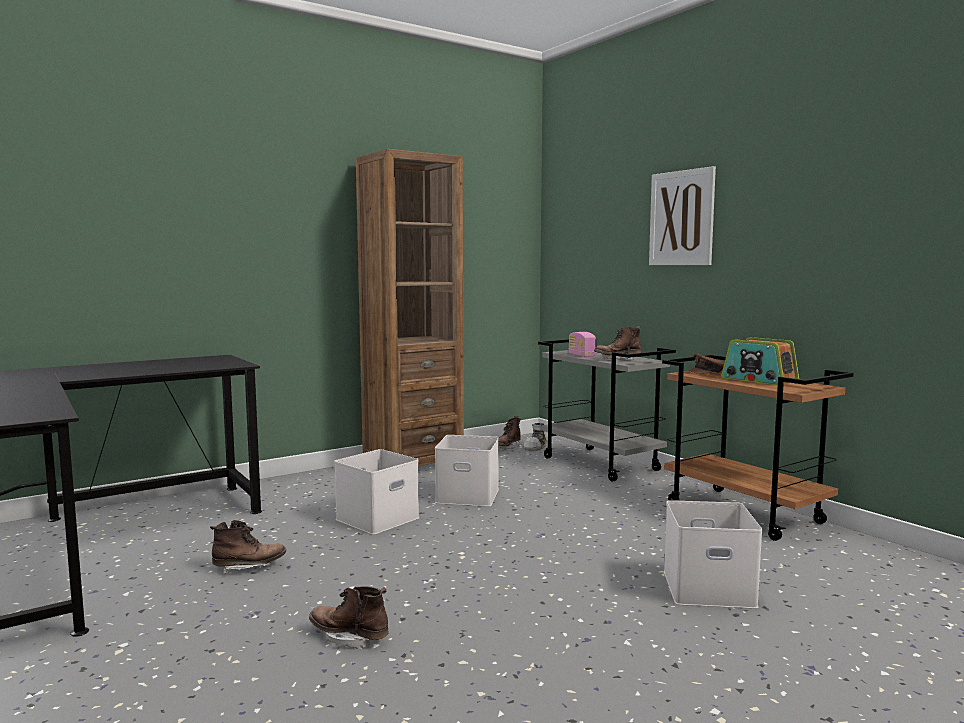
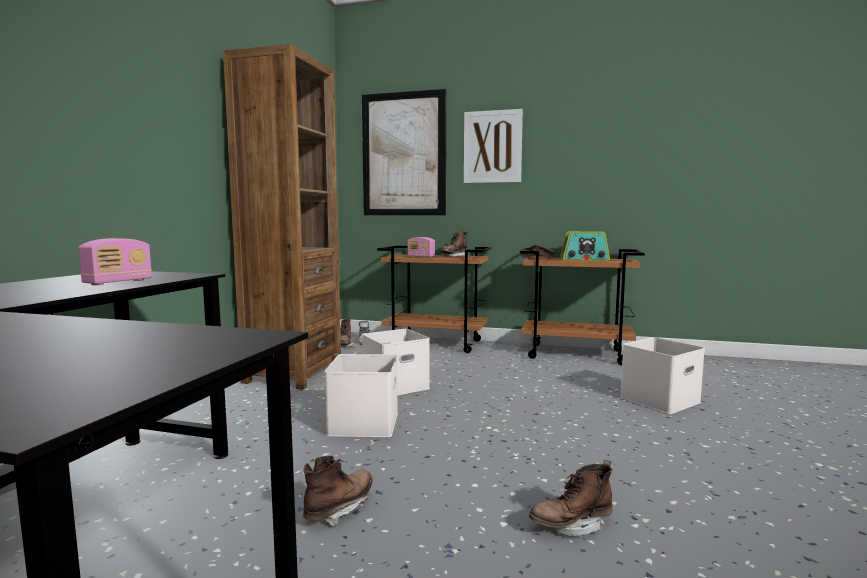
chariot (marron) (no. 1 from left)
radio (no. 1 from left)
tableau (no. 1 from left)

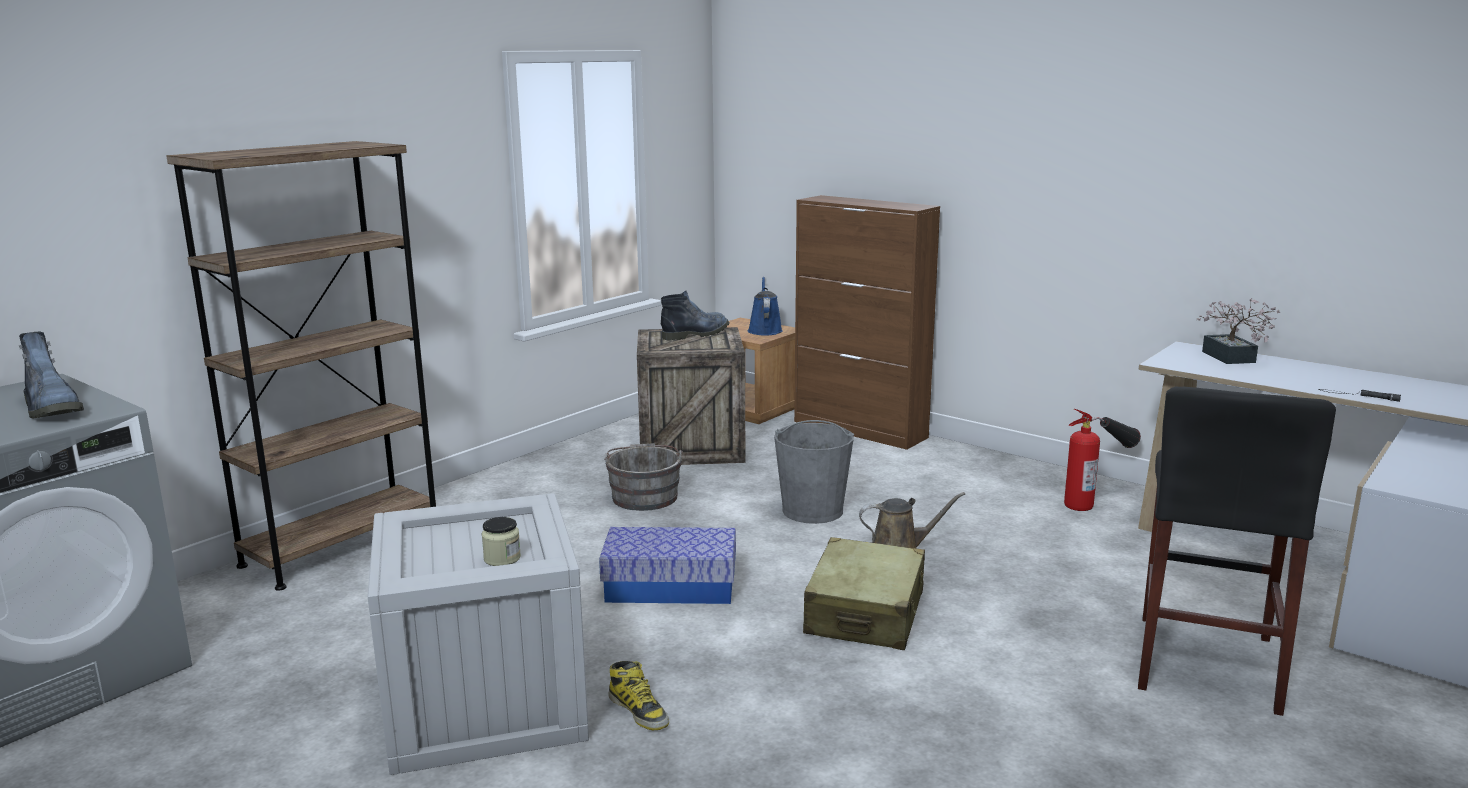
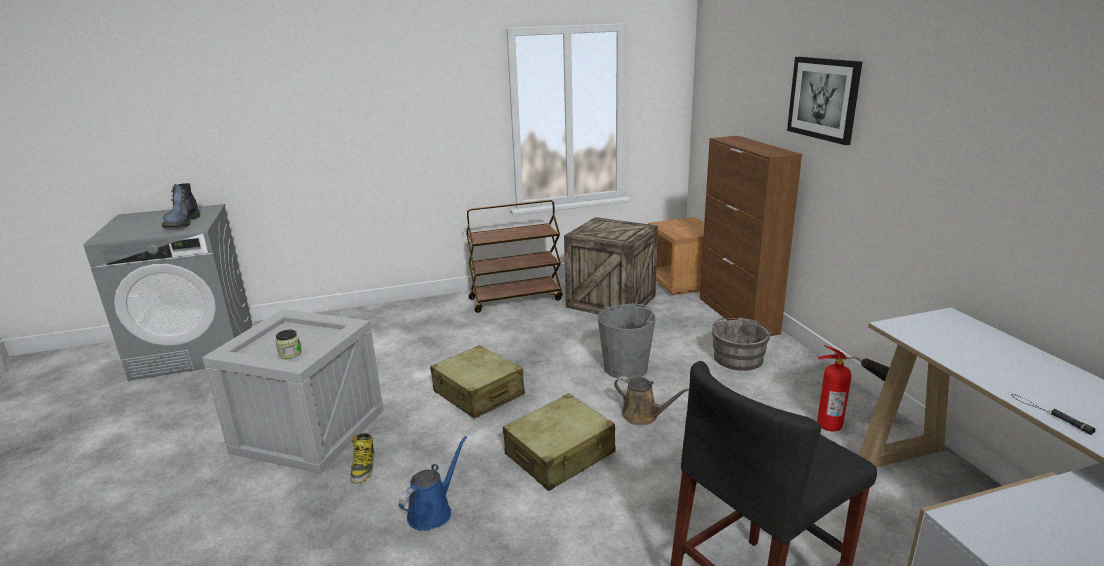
bibliothèque (marron)
valise (beige) (no. 1 from left)
seau (gris) (no. 2 from left)
botte (no. 3 from left in the first image)
arrosoir (bleu)
plante en pot
chariot (marron)
tableau

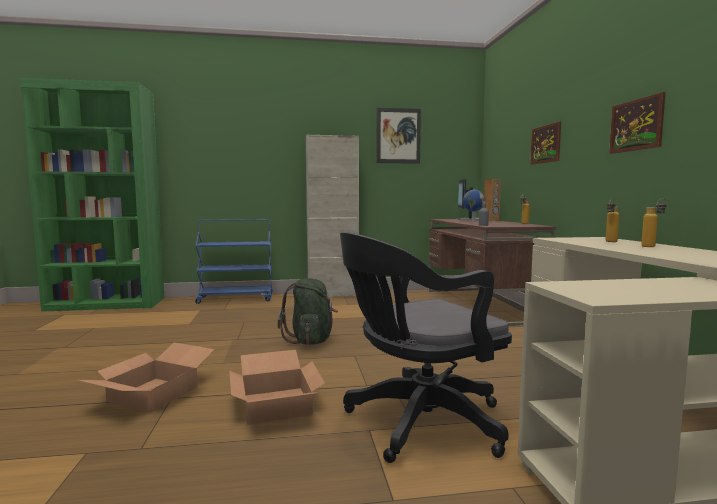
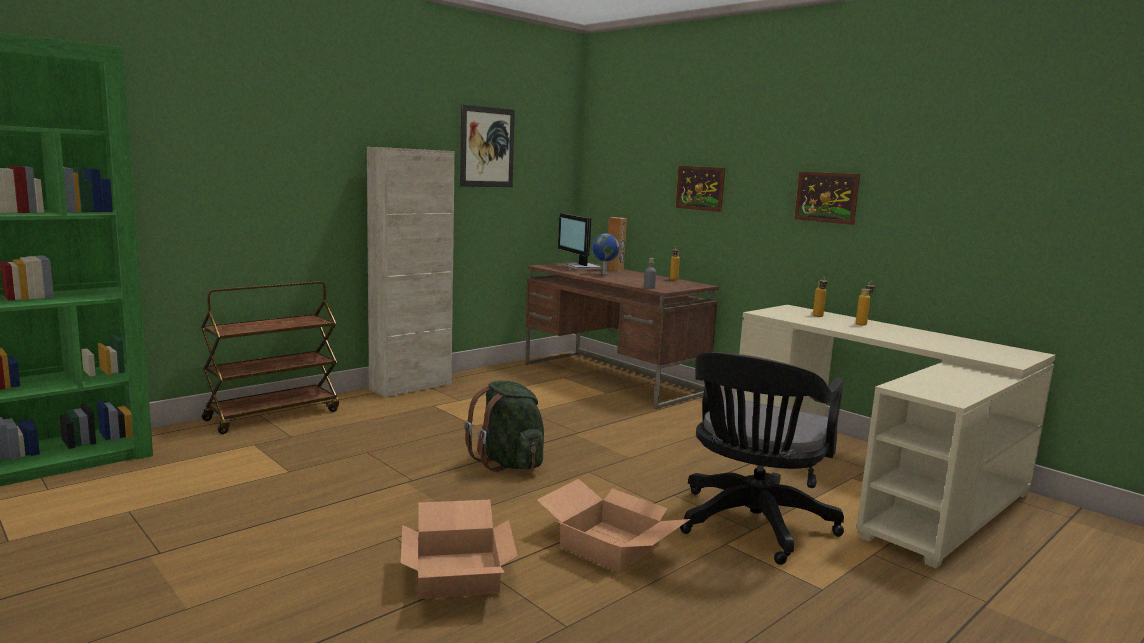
chariot (marron)

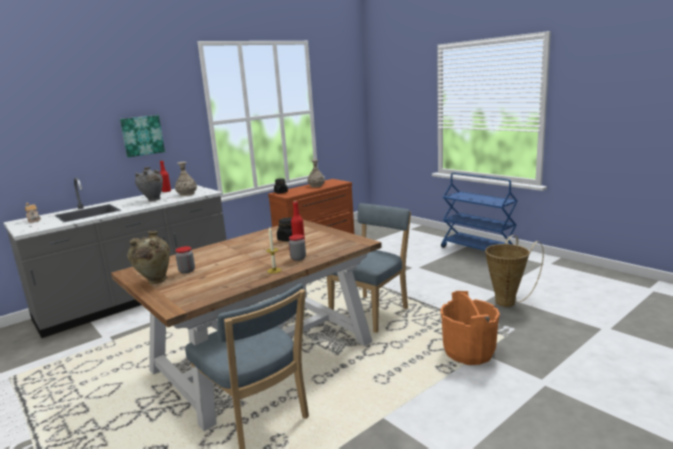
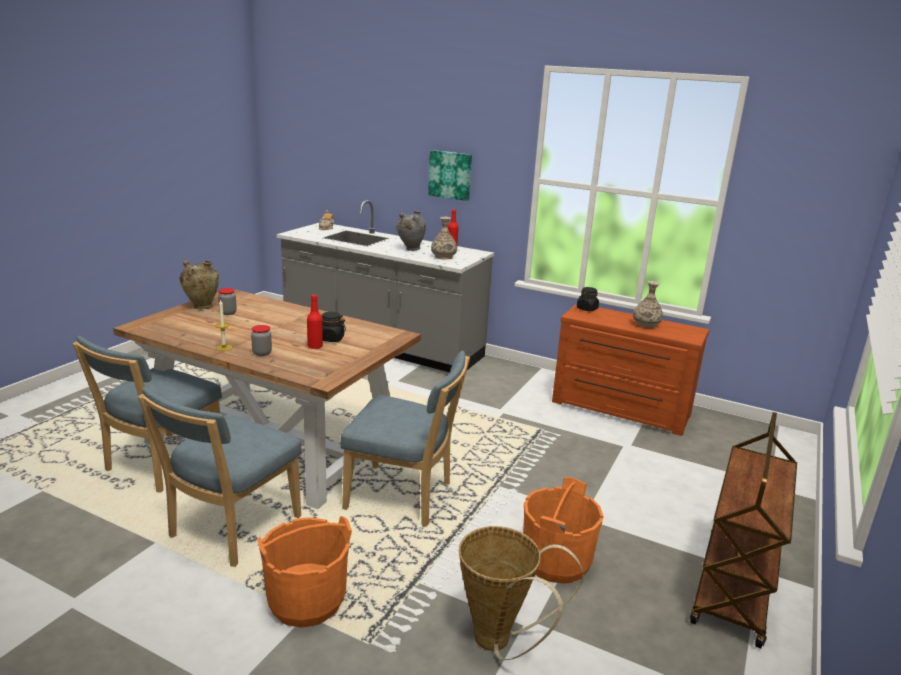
chariot (marron)
chaise (bleu) (no. 2 from left)
seau (orange) (no. 2 from left)

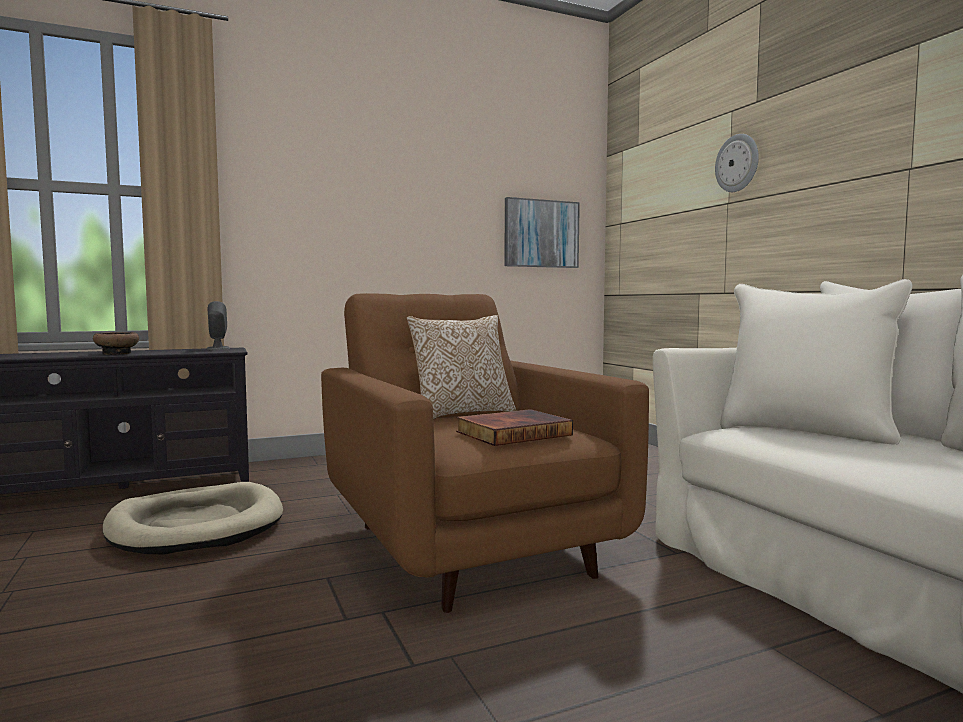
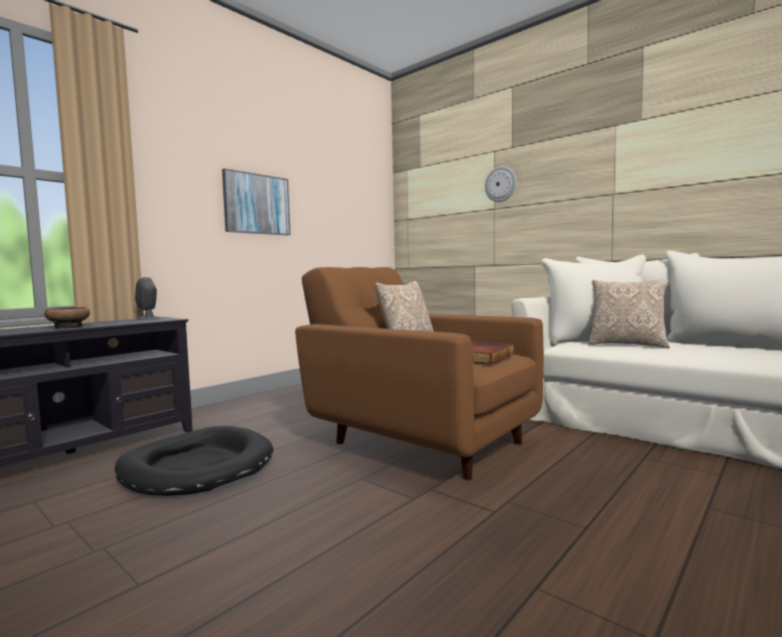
panier pour chien (noir)
tableau
coussin (no. 2 from left)

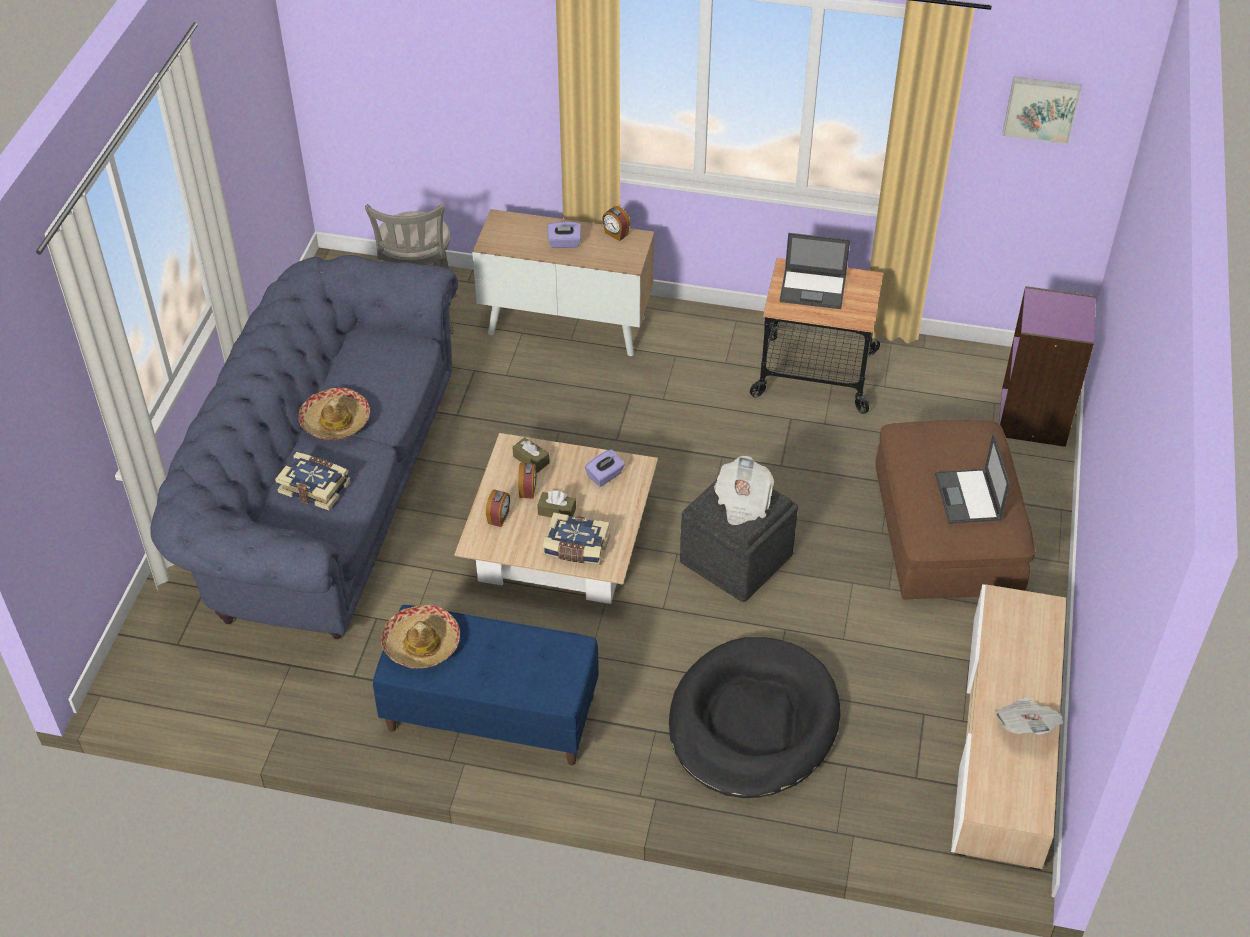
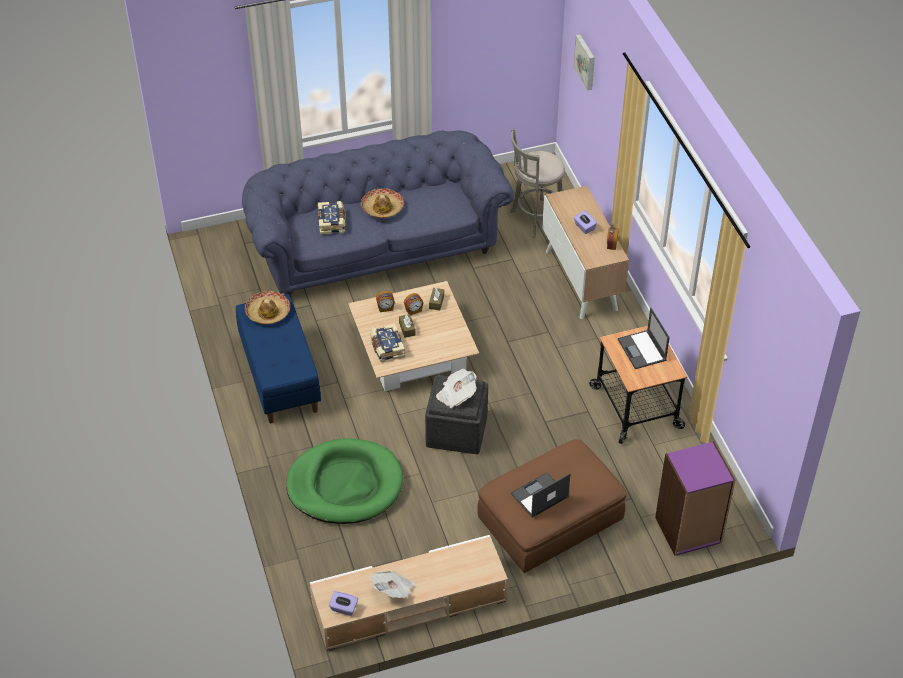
boîte à mouchoirs (violet) (no. 1 from left)
panier pour chien (vert)
tableau

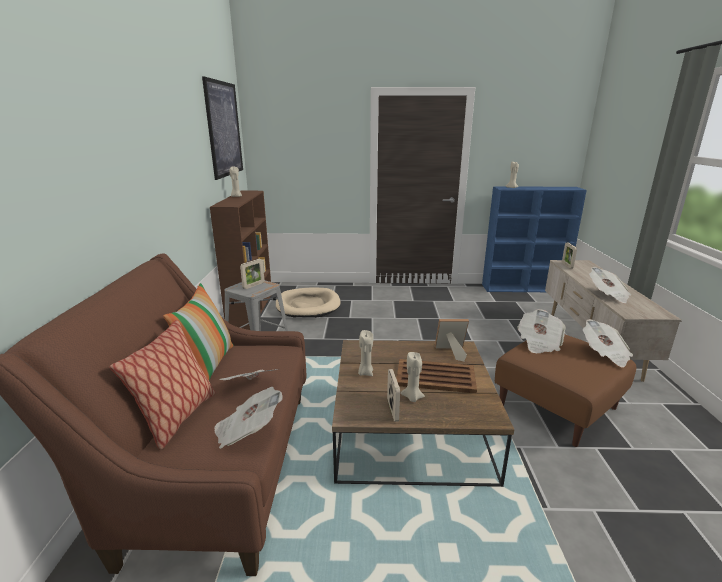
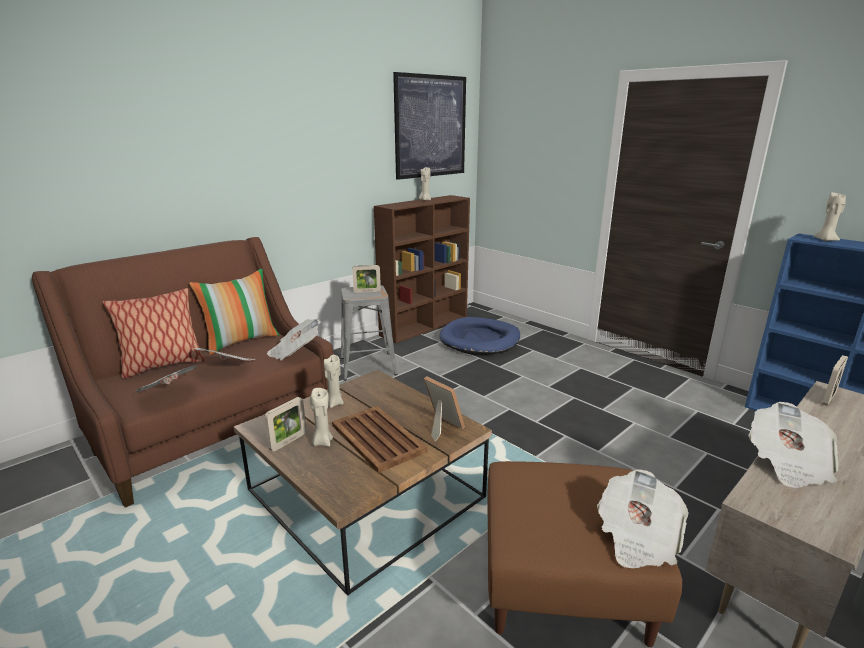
panier pour chien (bleu)
journal (no. 3 from left)

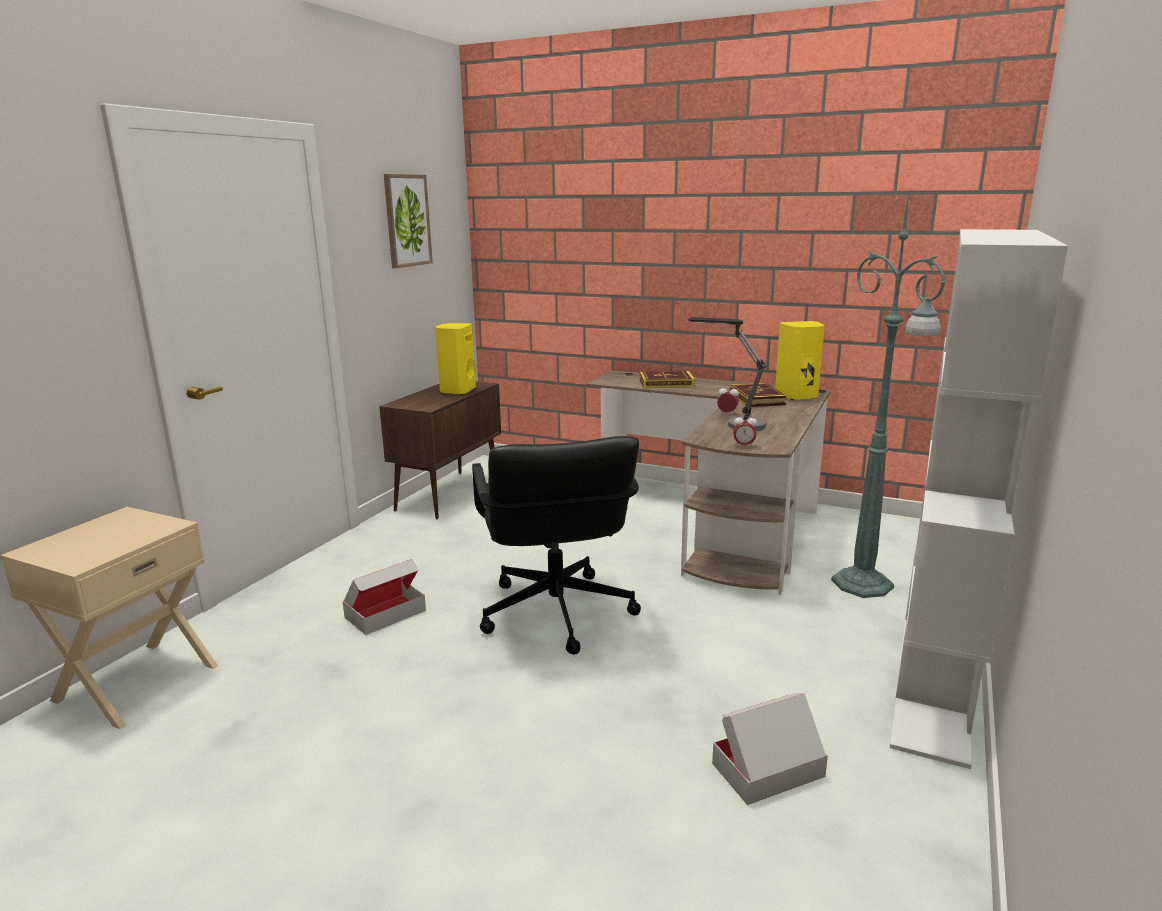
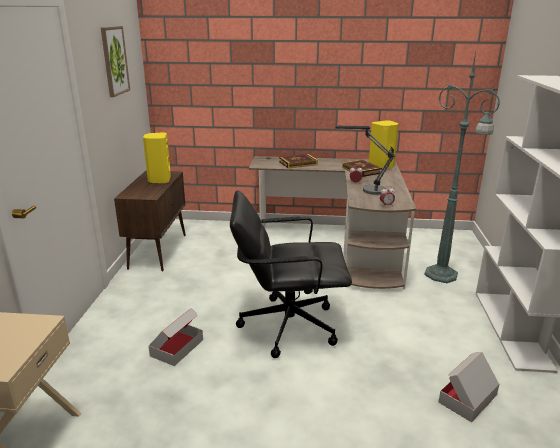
chaise de bureau (noir)

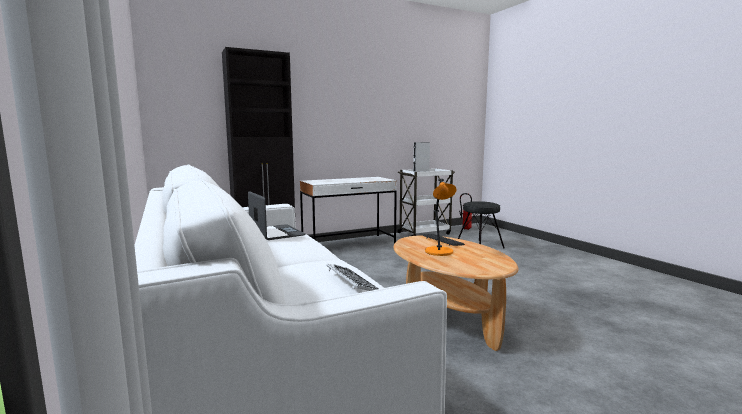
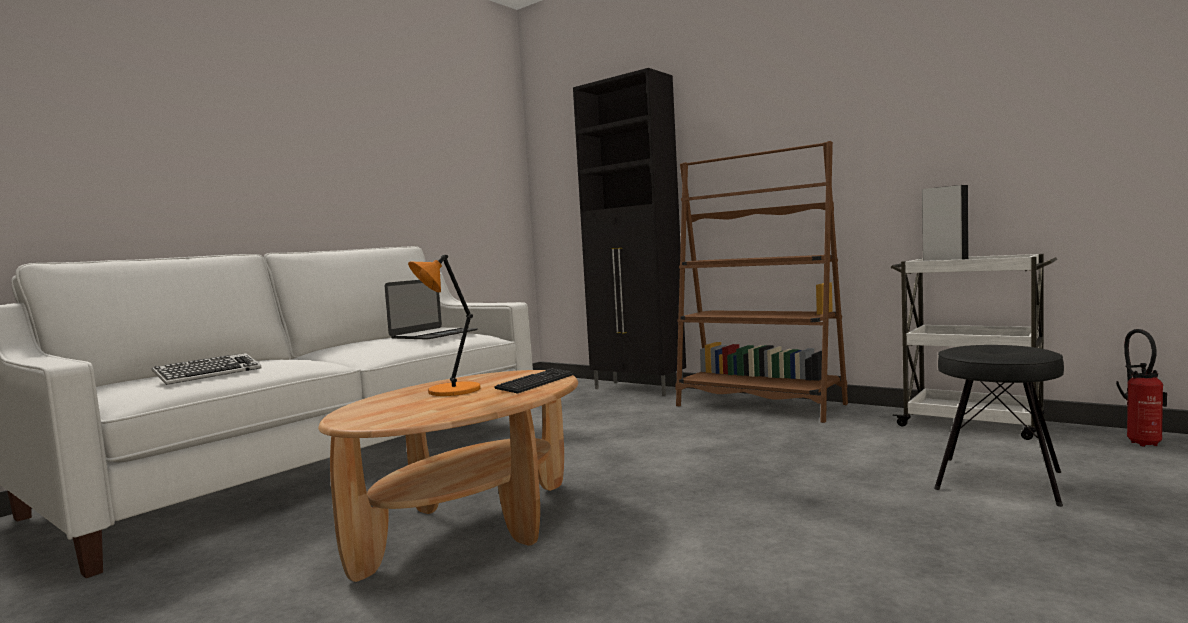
bibliothèque (marron)

